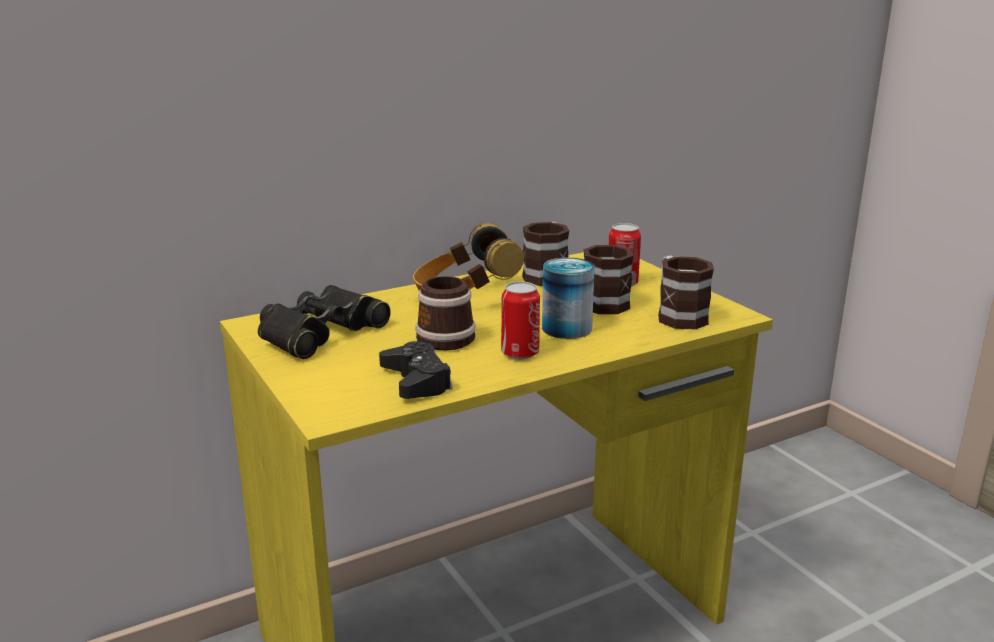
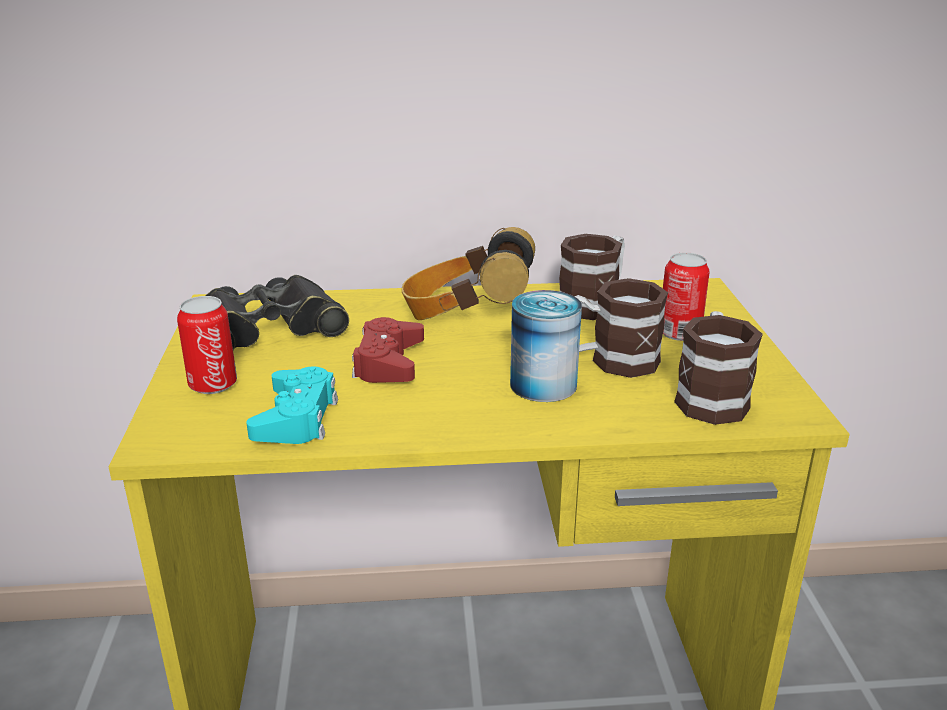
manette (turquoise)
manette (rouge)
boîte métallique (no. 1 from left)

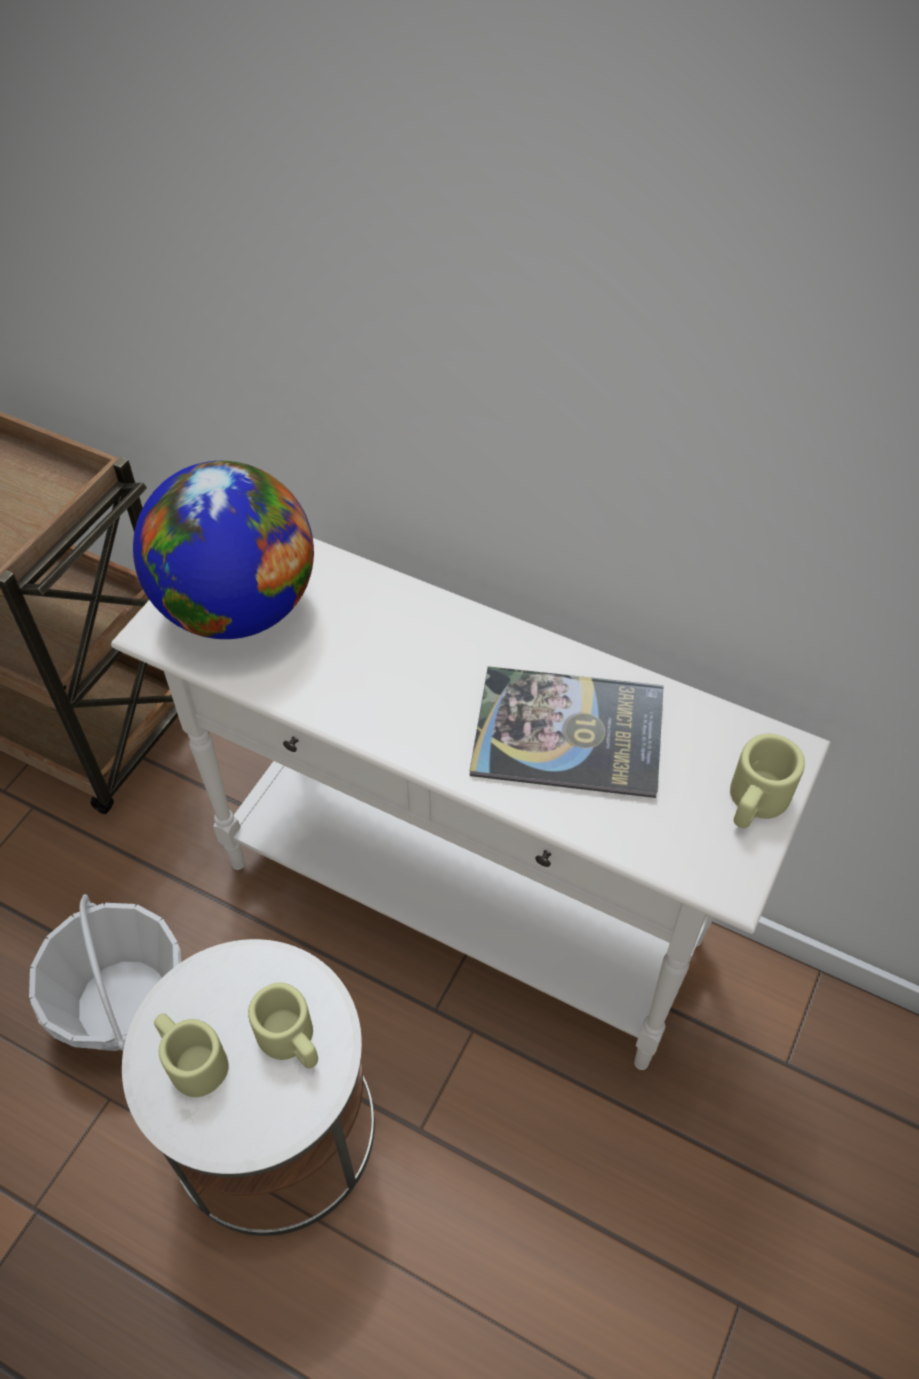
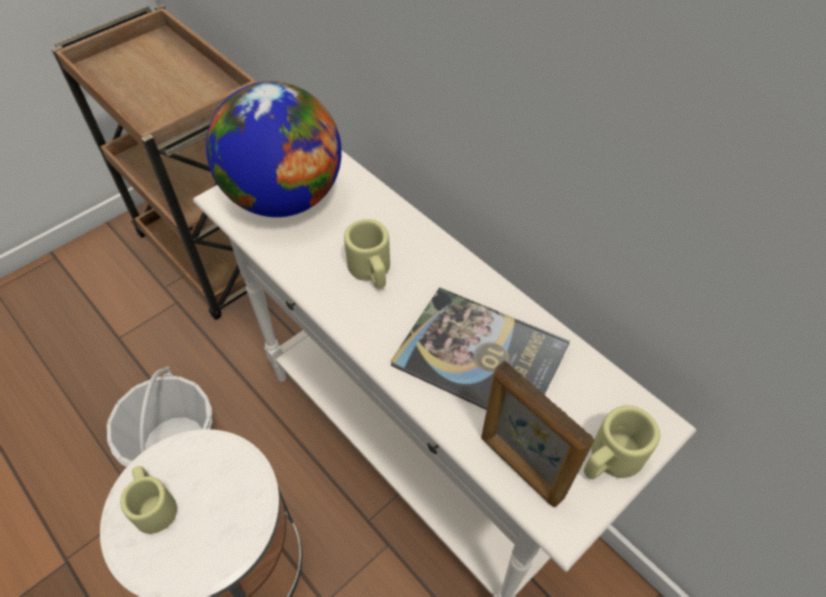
mug (beige) (no. 2 from left)
cadre photo

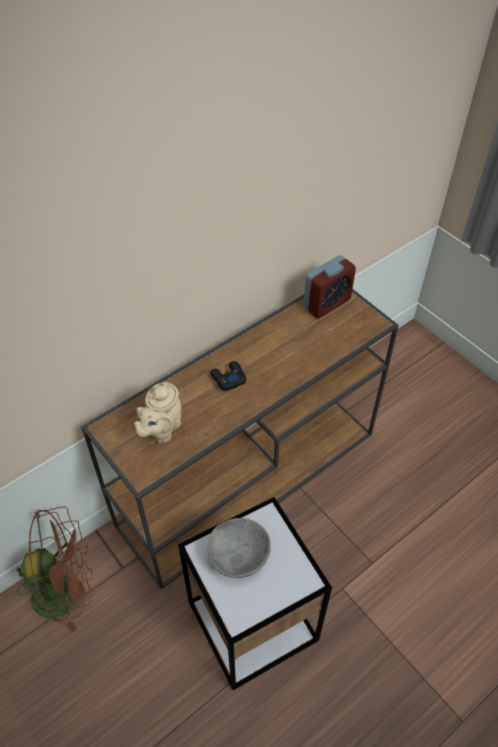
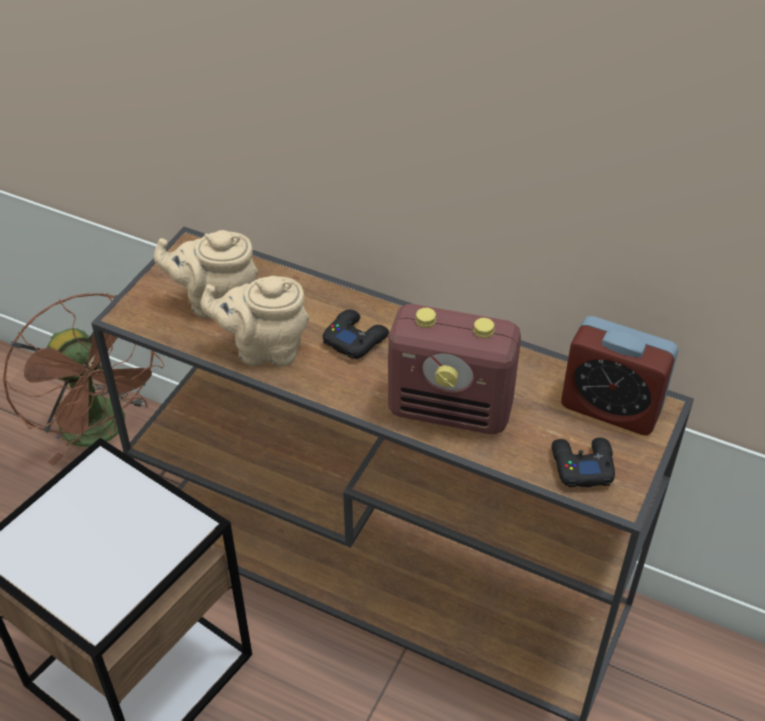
bol (gris)
théière (beige) (no. 2 from left)
radio
manette (noir) (no. 2 from left)

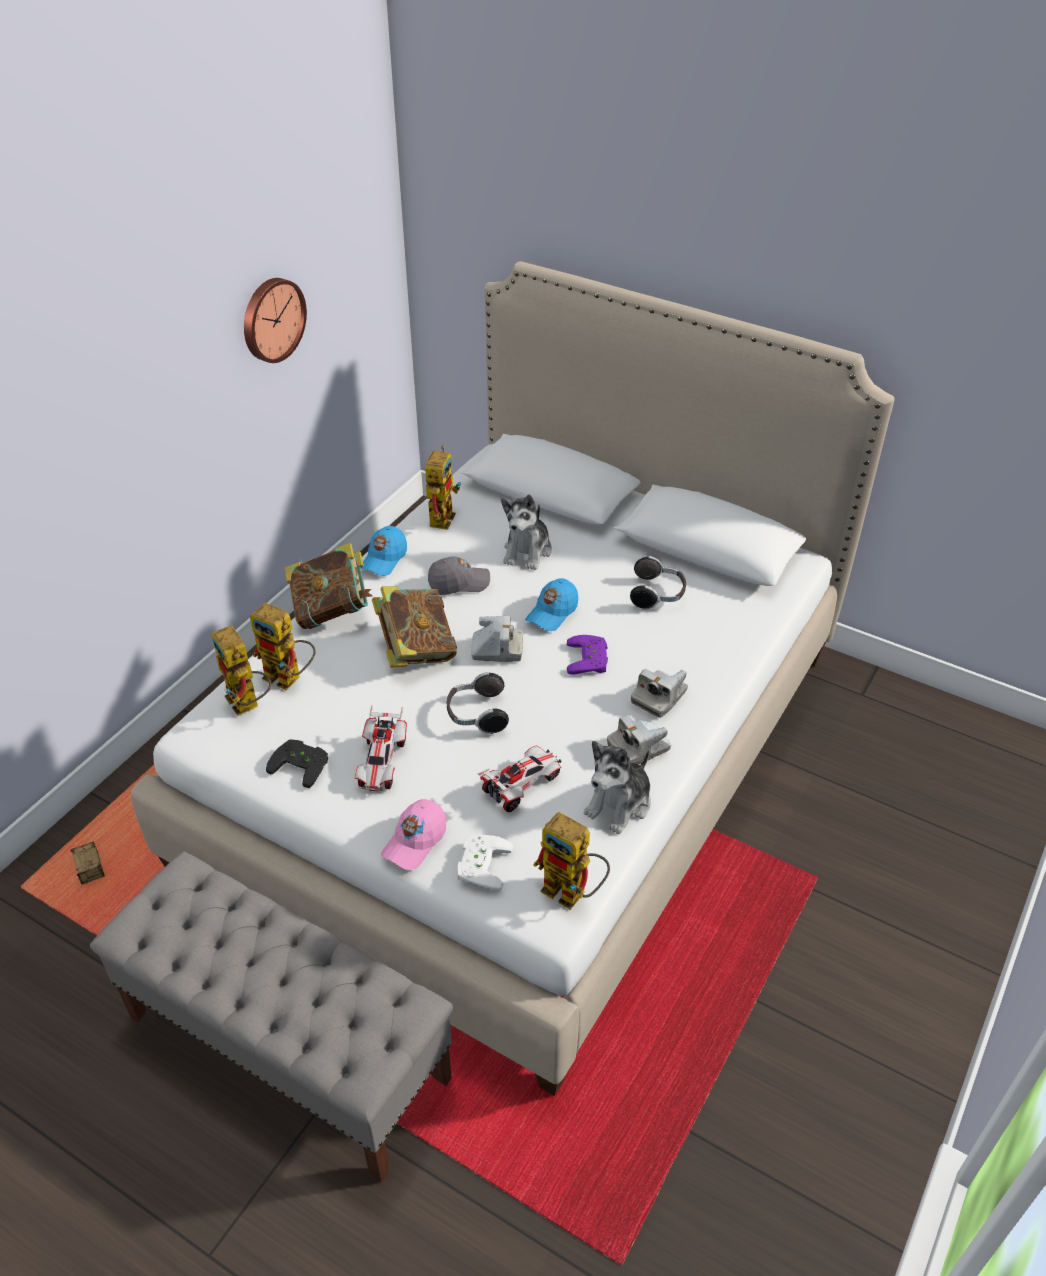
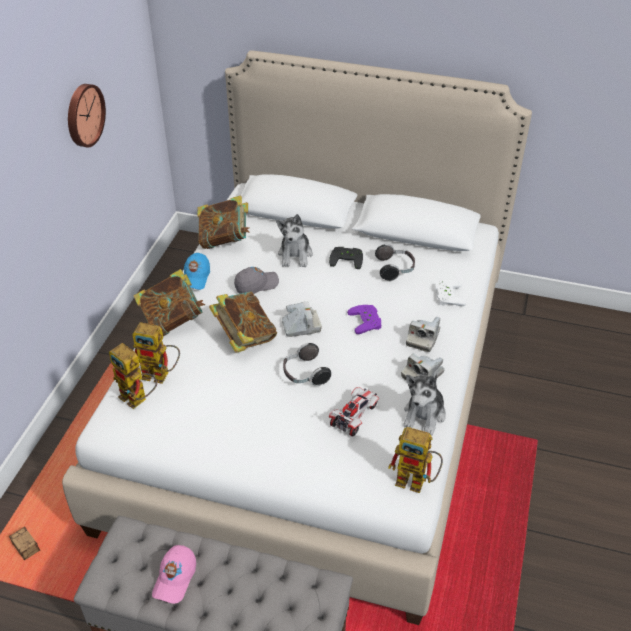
manette (noir)
petite voiture (no. 1 from left in the first image)
casquette (rose)
livre (no. 2 from left)
manette (blanc)
casquette (bleu) (no. 2 from left in the first image)

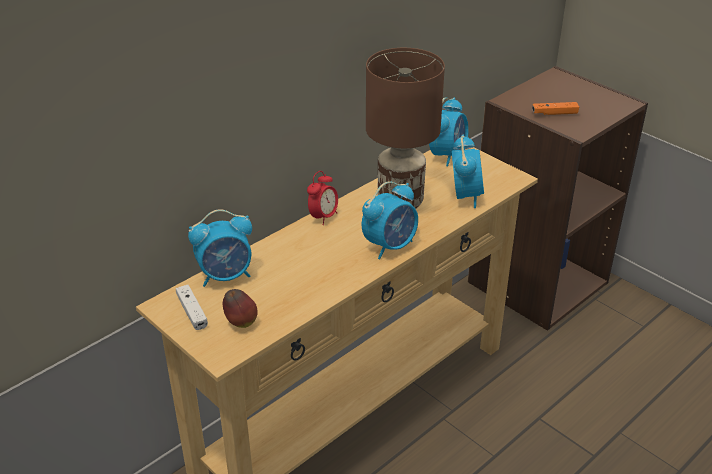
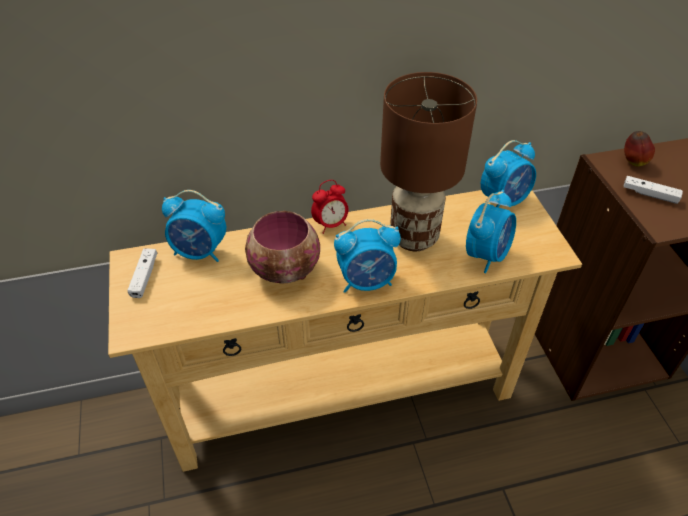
pomme
manette (blanc) (no. 2 from left)
bol

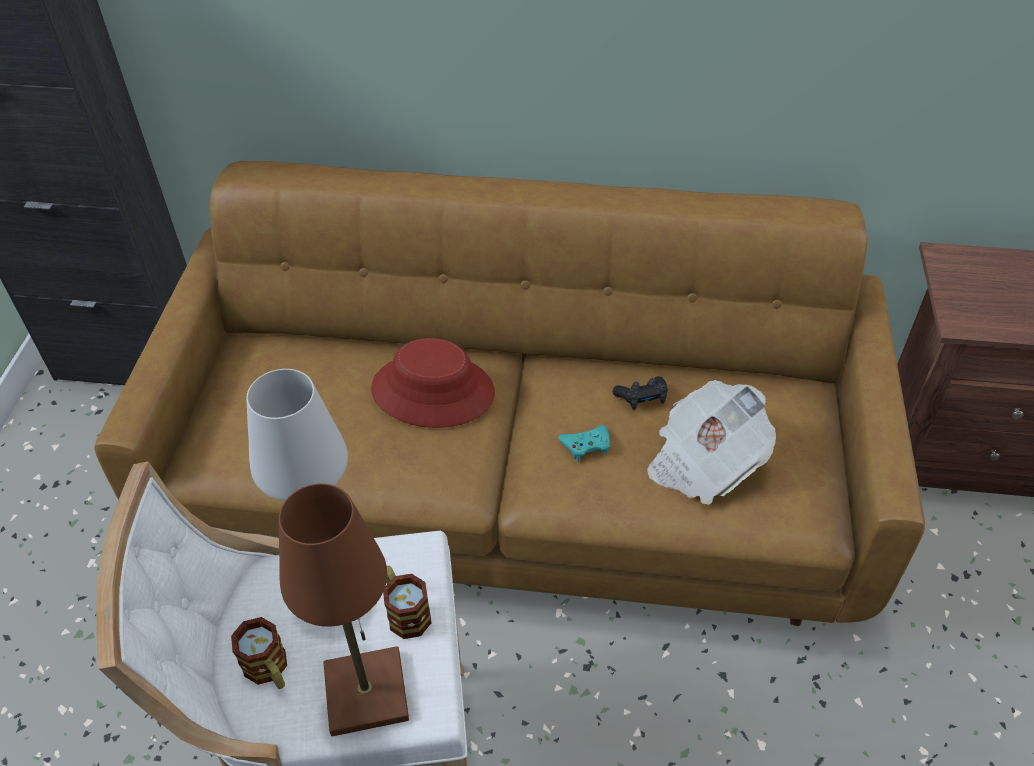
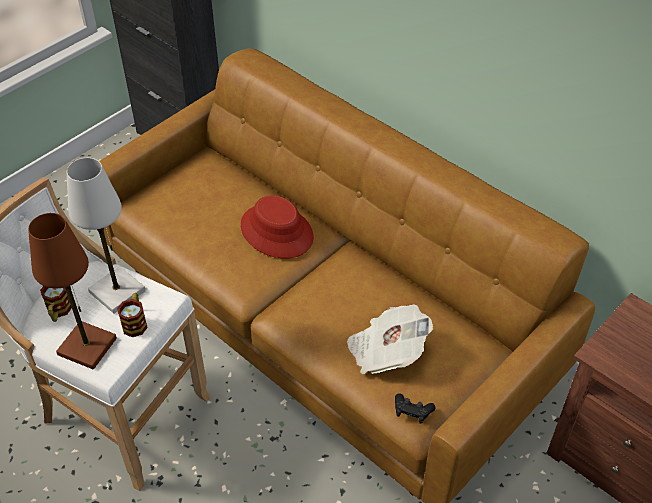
manette (turquoise)
manette (noir)

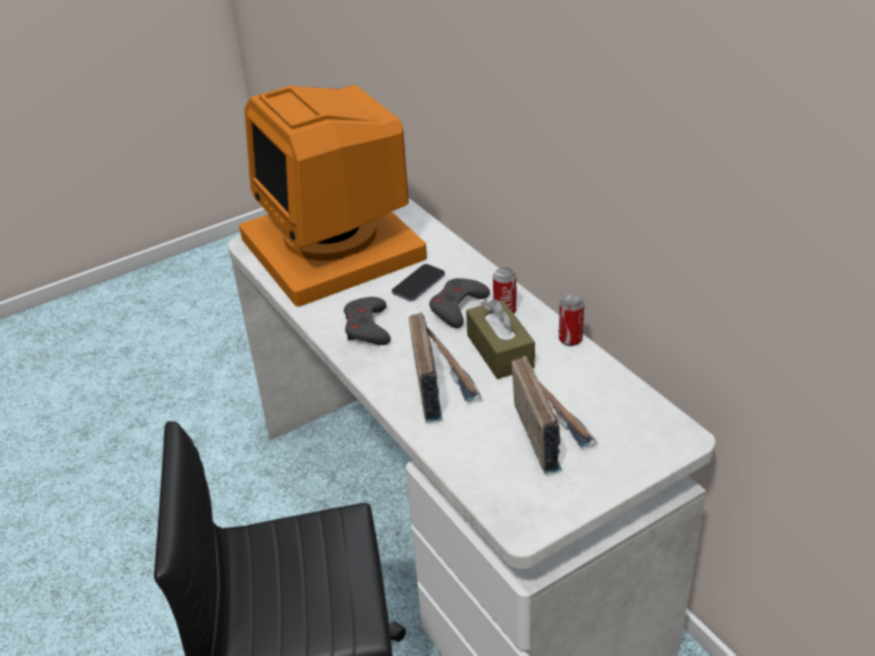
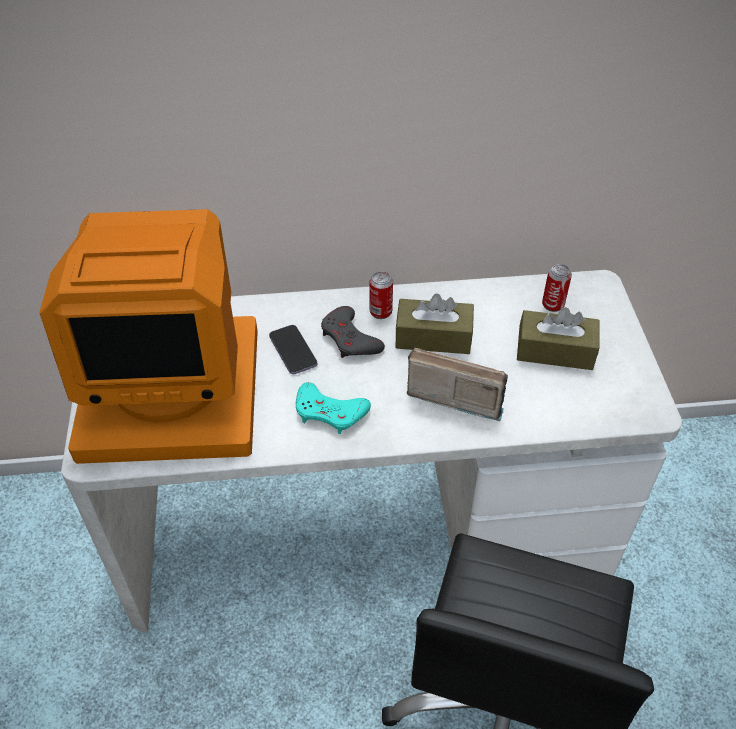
manette (turquoise)
boîte à mouchoirs (marron) (no. 2 from left)
boîte métallique (no. 2 from left)

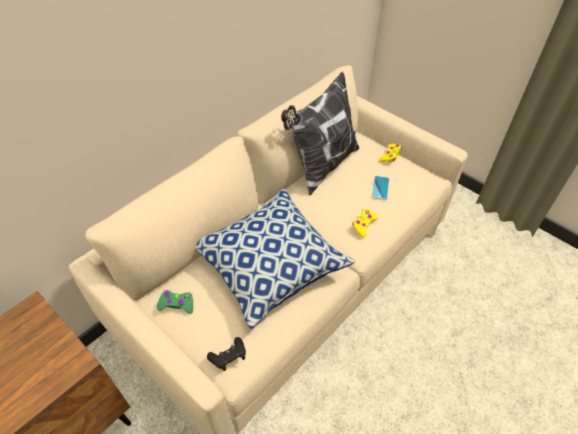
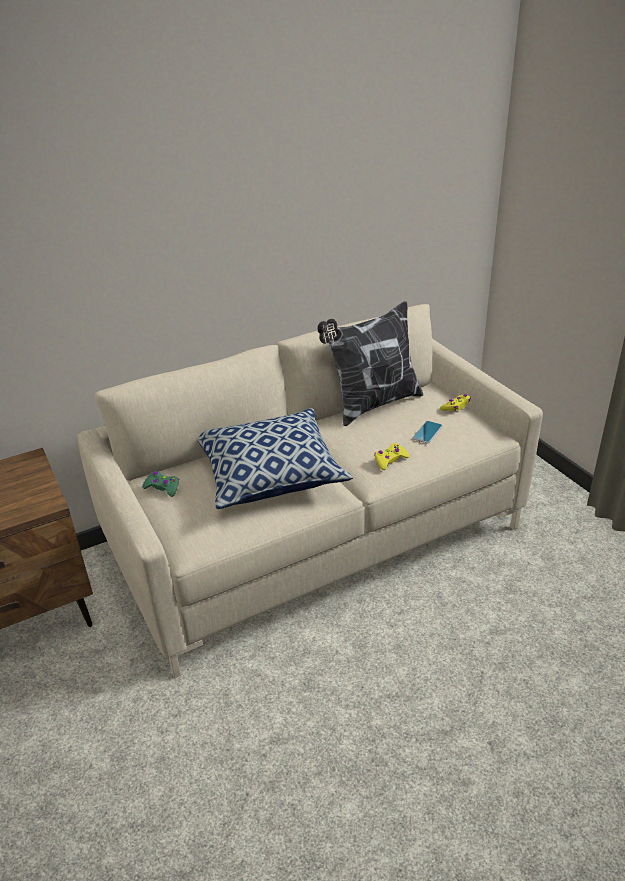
manette (noir)

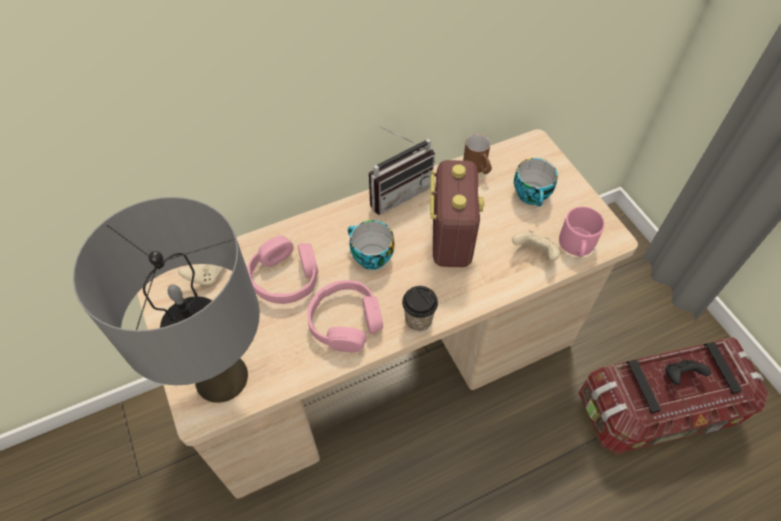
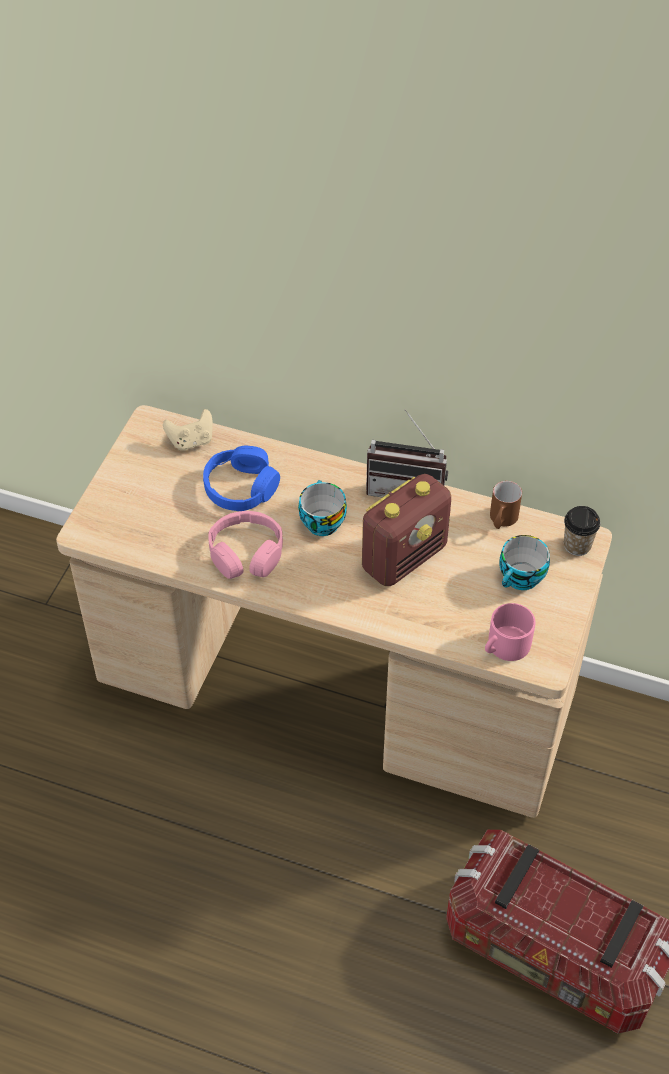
lampe de table (gris)
casque audio (bleu)
tasse (no. 3 from left)
manette (beige) (no. 2 from left in the first image)
manette (noir)

